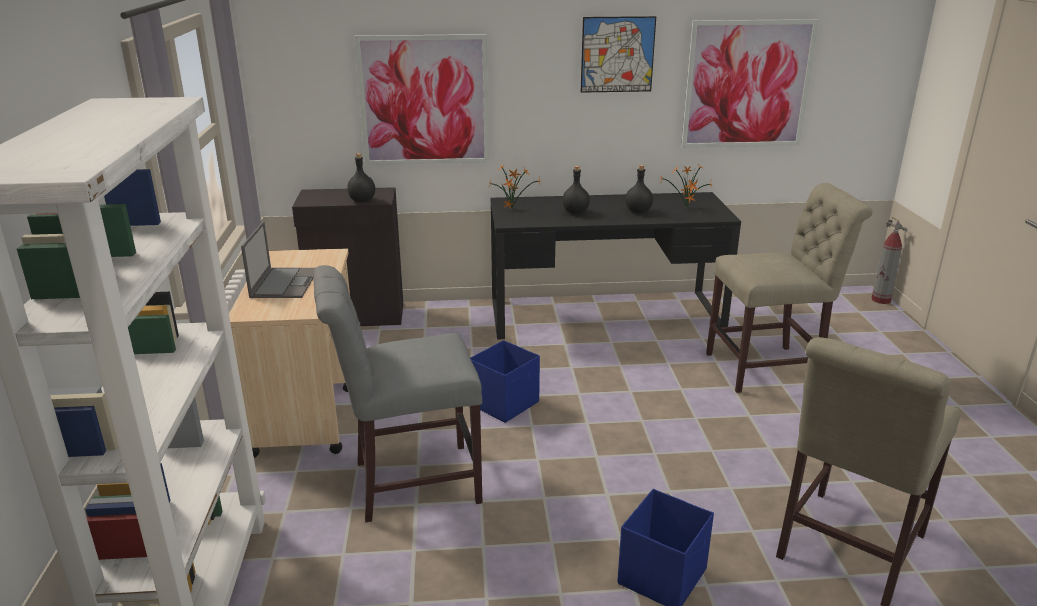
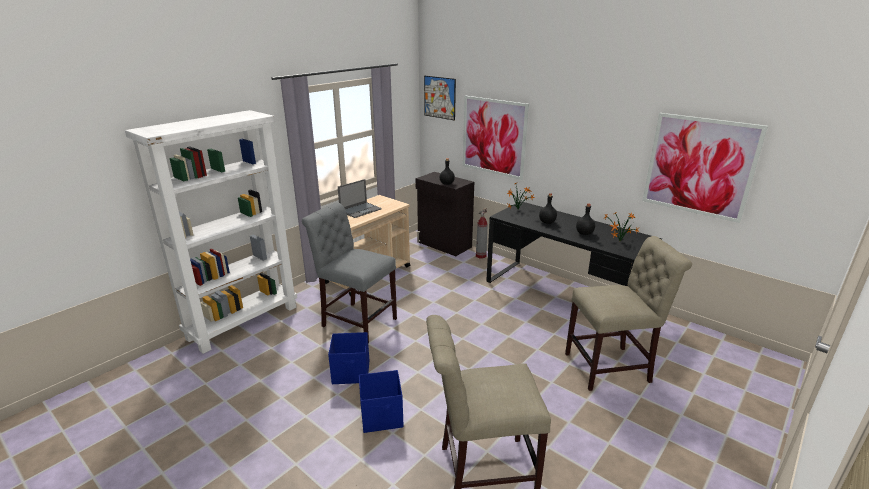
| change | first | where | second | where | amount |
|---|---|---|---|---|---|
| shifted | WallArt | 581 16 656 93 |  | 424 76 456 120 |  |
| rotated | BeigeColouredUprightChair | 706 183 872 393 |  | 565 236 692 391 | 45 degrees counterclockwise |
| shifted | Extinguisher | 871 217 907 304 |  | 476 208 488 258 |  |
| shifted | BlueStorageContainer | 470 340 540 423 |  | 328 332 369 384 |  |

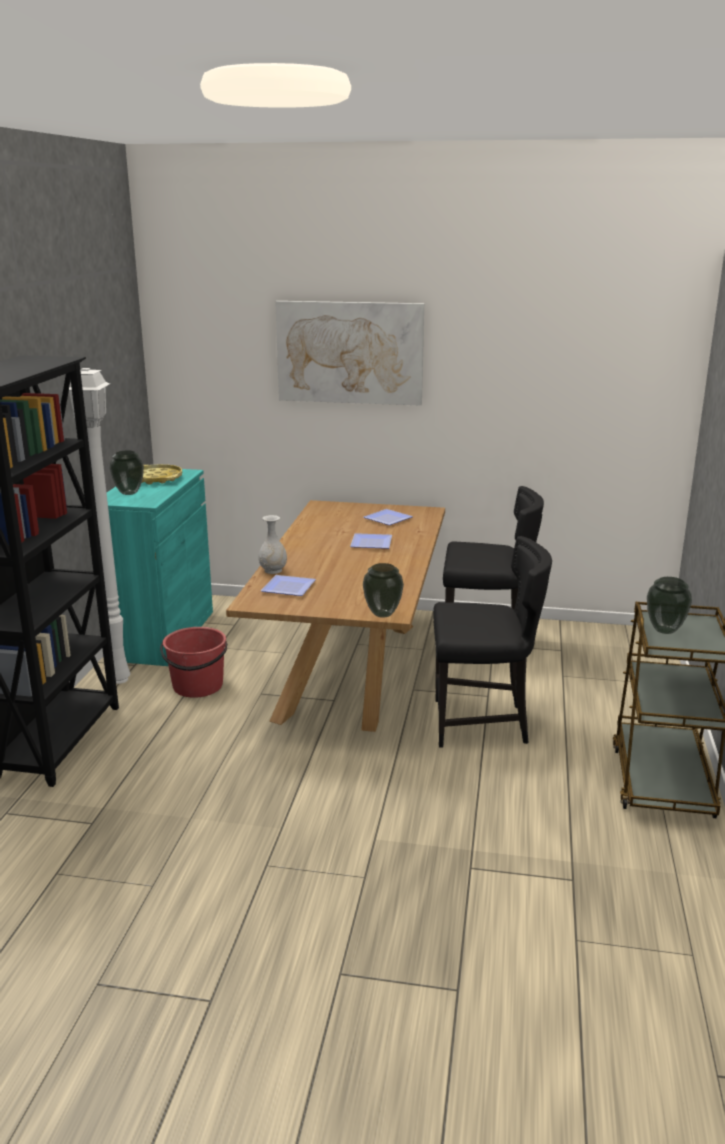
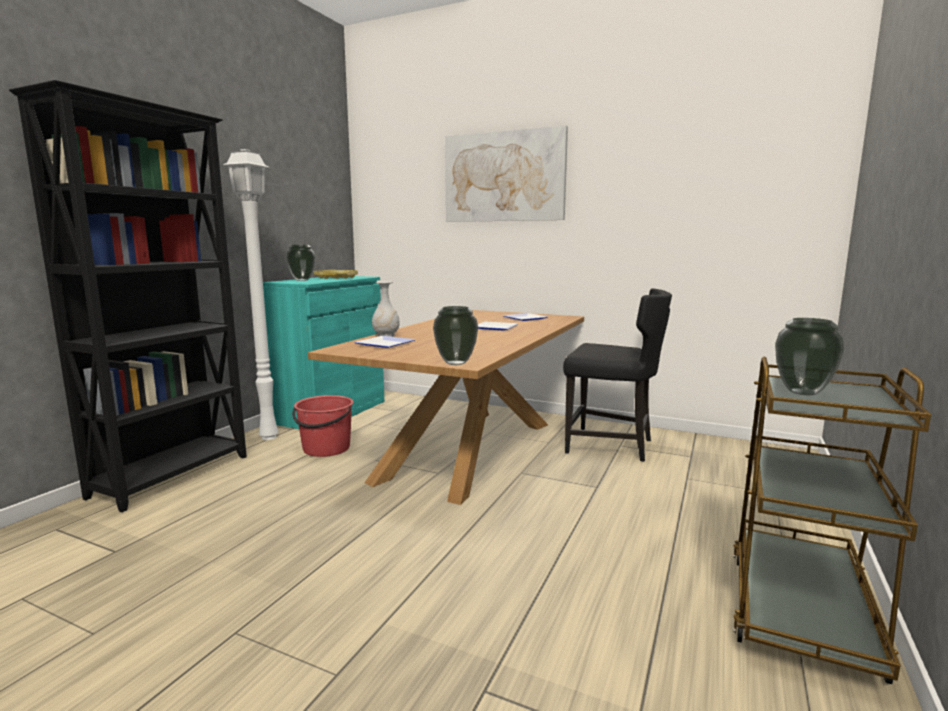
| change | first | where | second | where | amount |
|---|---|---|---|---|---|
| gone | BlackUprightChair | 433 536 552 748 |  |  |  |

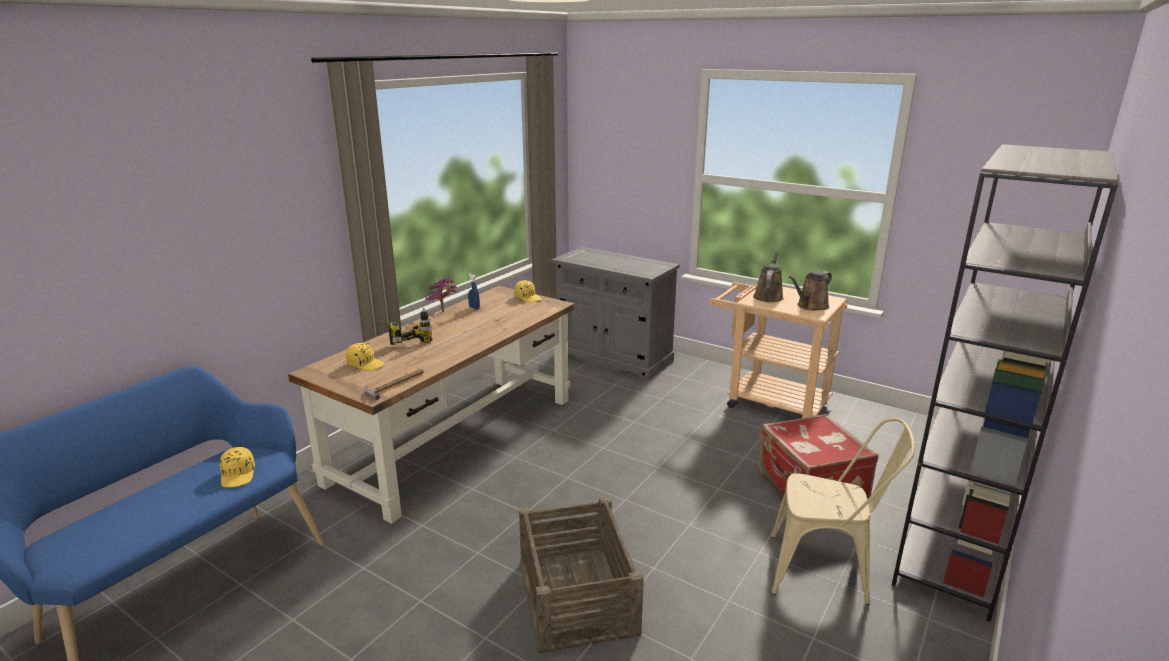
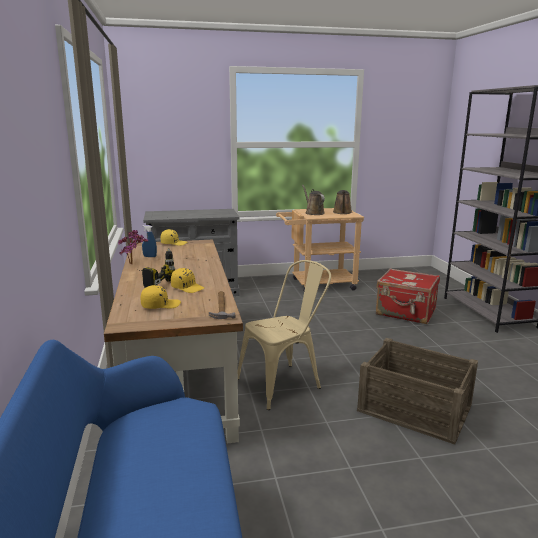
| change | first | where | second | where | amount |
|---|---|---|---|---|---|
| shifted | BeigeColouredUprightChair | 771 418 915 605 |  | 238 260 331 410 |  |
| shifted | YellowCap | 220 447 255 487 |  | 171 268 204 293 |  |

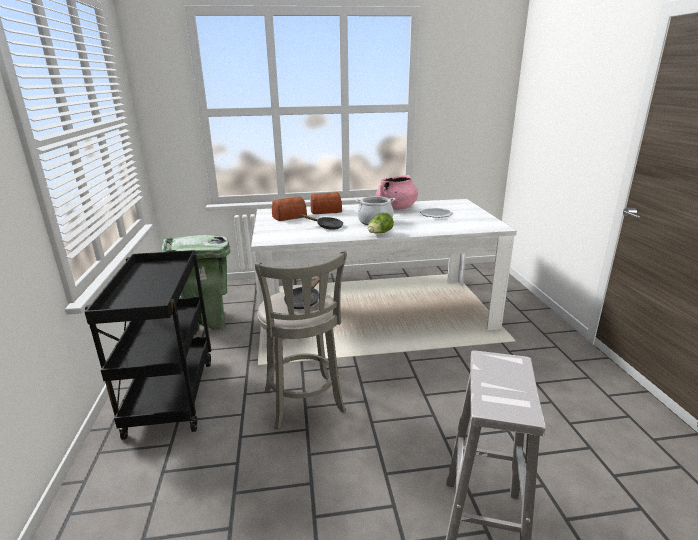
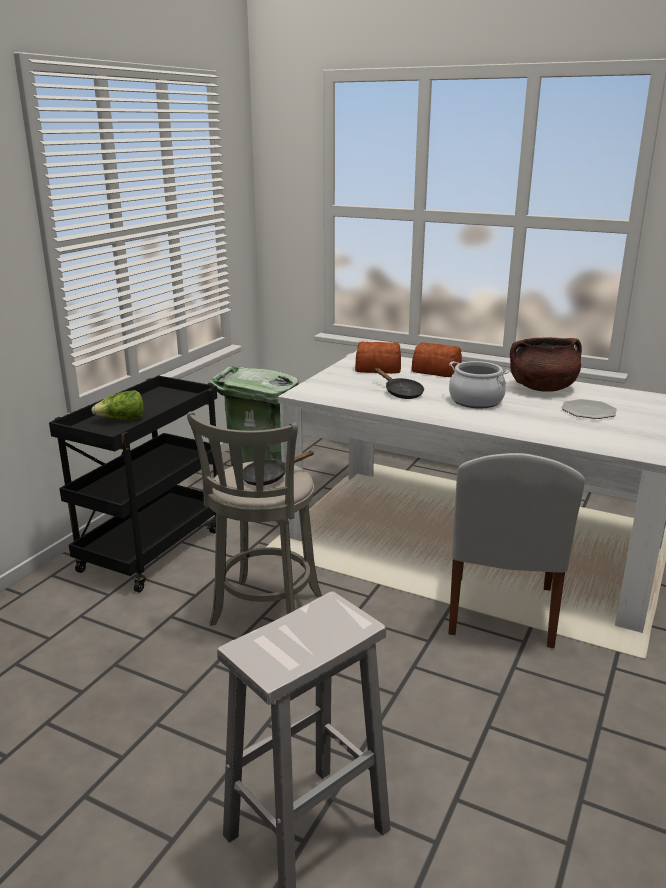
| change | first | where | second | where | amount |
|---|---|---|---|---|---|
| repainted | PinkColouredStockpot | 376 175 418 210 | BrownColouredStockpot | 510 337 582 392 |  |
| shifted | LettuceHead | 368 212 394 233 |  | 91 390 144 420 |  |
| new |  |  | WhiteColouredUprightChair | 449 453 585 648 |  |

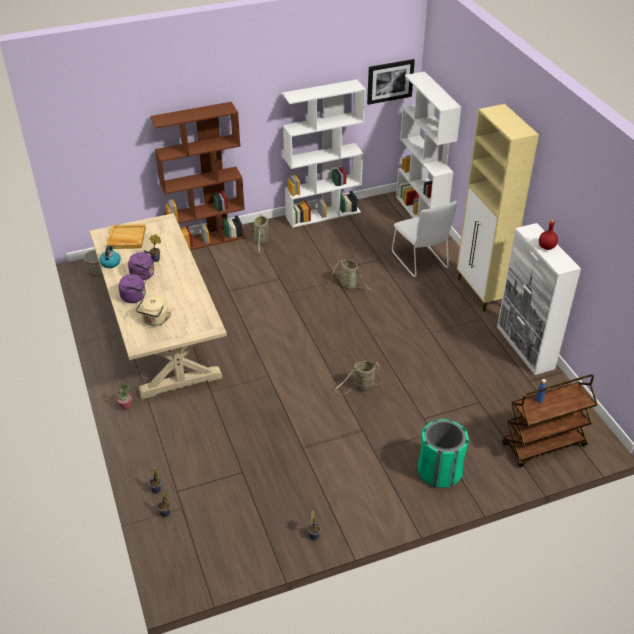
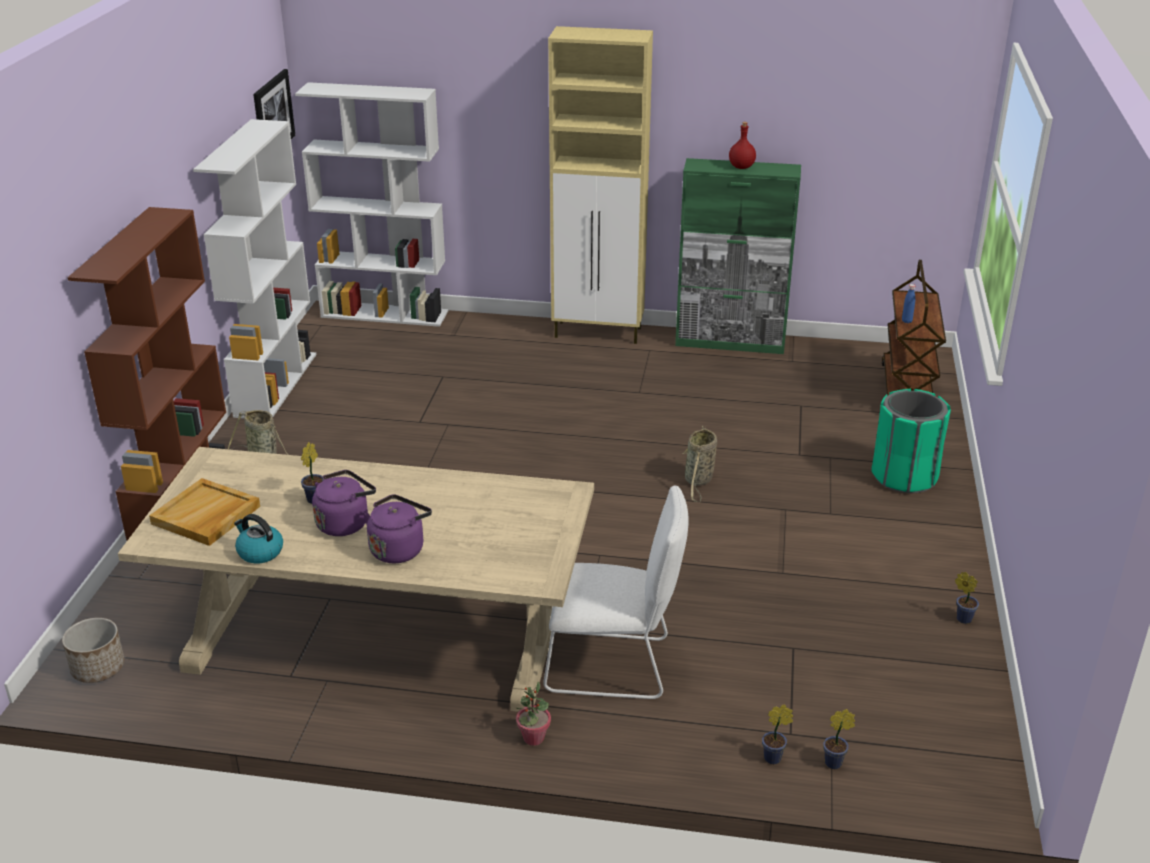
| change | first | where | second | where | amount |
|---|---|---|---|---|---|
| shifted | WhiteColouredUprightChair | 392 201 458 277 |  | 543 485 688 699 |  |
| repainted | WhiteColouredCabinet | 497 223 581 375 | GreenishCabinet | 675 158 801 354 |  |
| gone | HouseholdBasket | 330 260 372 290 |  |  |  |
| gone | BeigeColouredKettle | 136 296 172 326 |  |  |  |

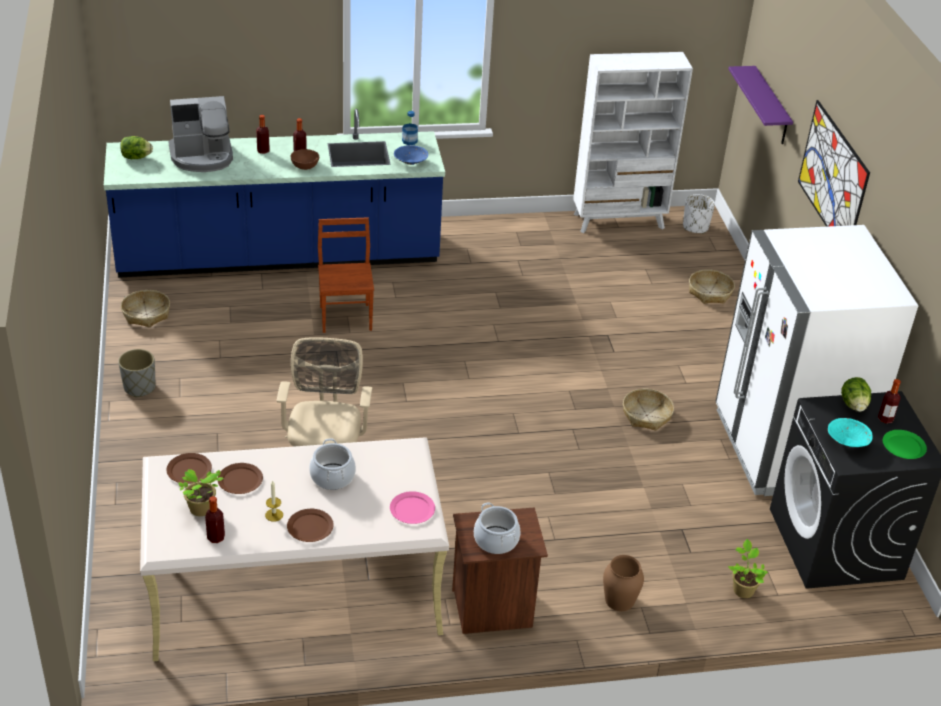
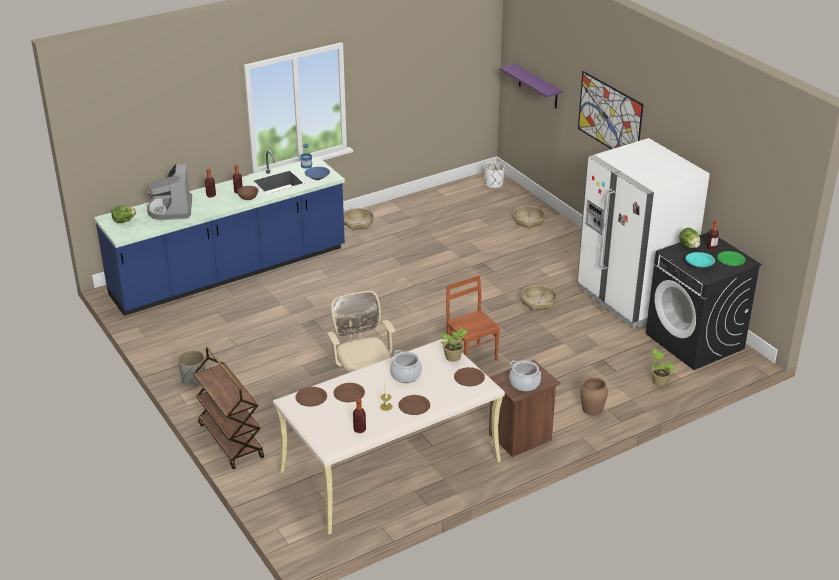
| change | first | where | second | where | amount |
|---|---|---|---|---|---|
| gone | WhiteColouredShelvingUnit | 573 52 693 233 |  |  |  |
| rotated | CoffeeMaker | 168 96 233 172 |  | 147 164 192 220 | 120 degrees clockwise |
| shifted | BrownColouredUprightChair | 318 218 374 333 |  | 446 275 500 361 |  |
| shifted | HouseholdBasket | 121 290 170 328 |  | 344 208 374 231 |  |
| shifted | PlantInAPot | 178 469 223 516 |  | 440 328 467 362 |  |
| repainted | PinkColouredDinnerPlate | 390 491 435 524 | BrownColouredDinnerPlate | 454 367 485 386 |  |
| new |  |  | BrownColouredWheeledCart | 193 347 264 469 |  |

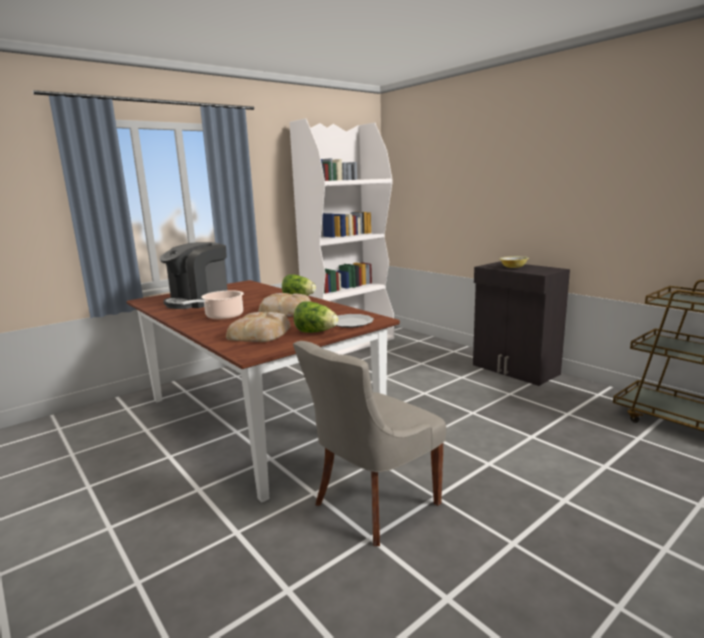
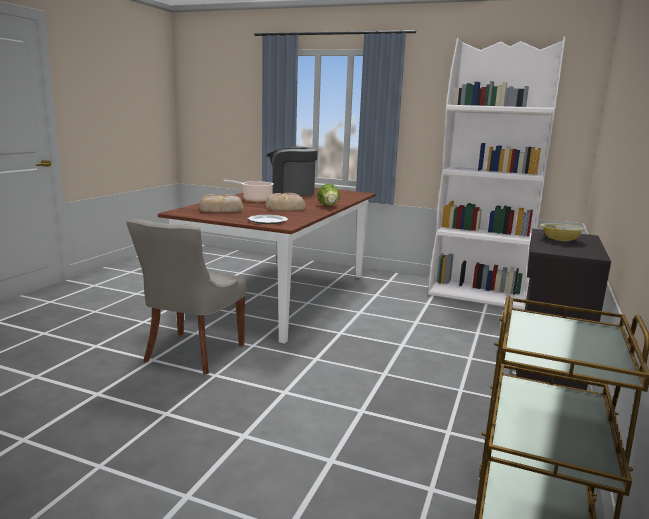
| change | first | where | second | where | amount |
|---|---|---|---|---|---|
| gone | LettuceHead | 294 301 338 333 |  |  |  |
| rotated | GreyUprightChair | 293 341 446 546 |  | 126 219 247 374 | 90 degrees counterclockwise |

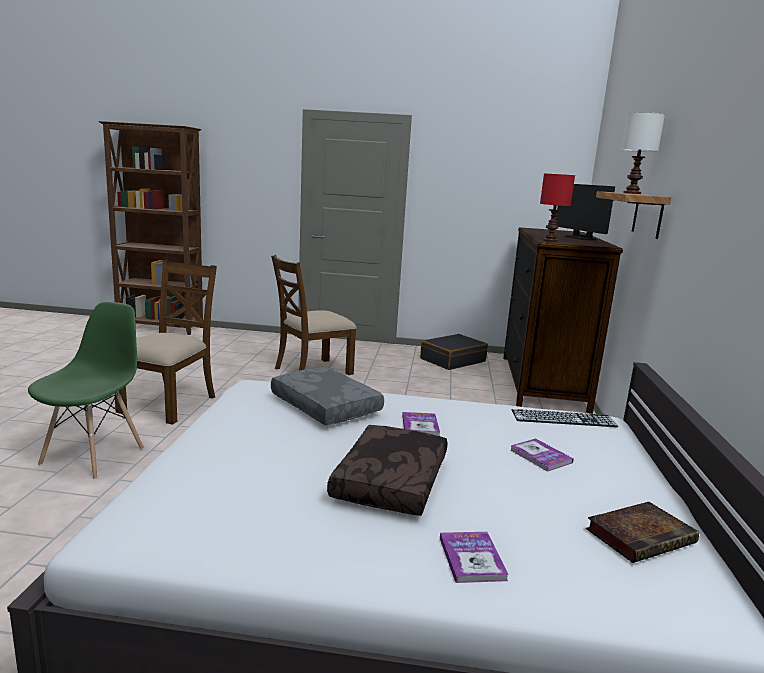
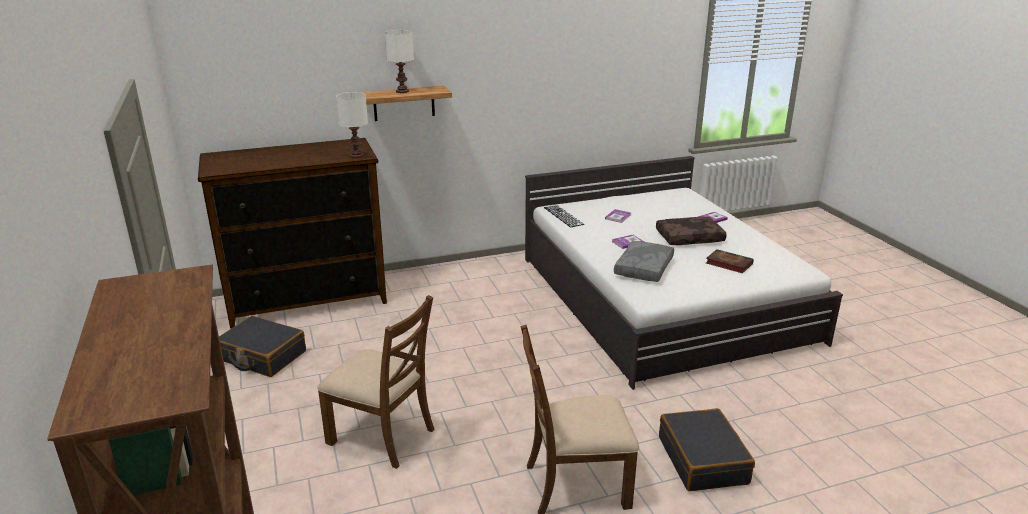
| change | first | where | second | where | amount |
|---|---|---|---|---|---|
| repainted | RedTableLamp | 540 174 575 242 | WhiteColouredTableLamp | 336 92 368 158 |  |
| gone | Monitor | 556 184 615 240 |  |  |  |
| swapped | GreenishUprightChair | 28 302 144 479 | BlackPieceOfLuggage | 659 408 755 491 |  |
| shifted | Volume | 586 502 699 563 |  | 706 249 754 273 |  |

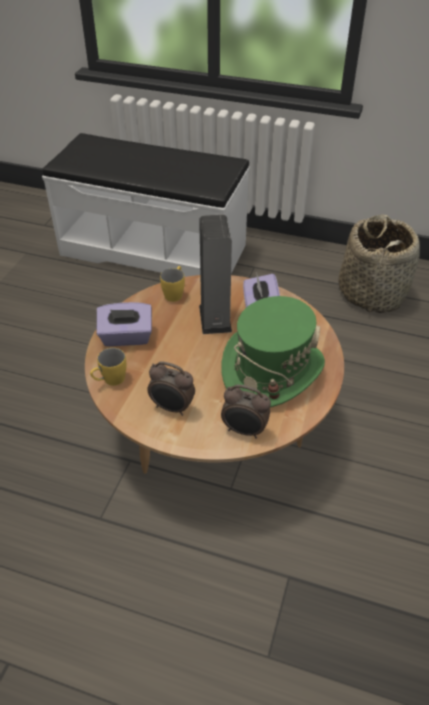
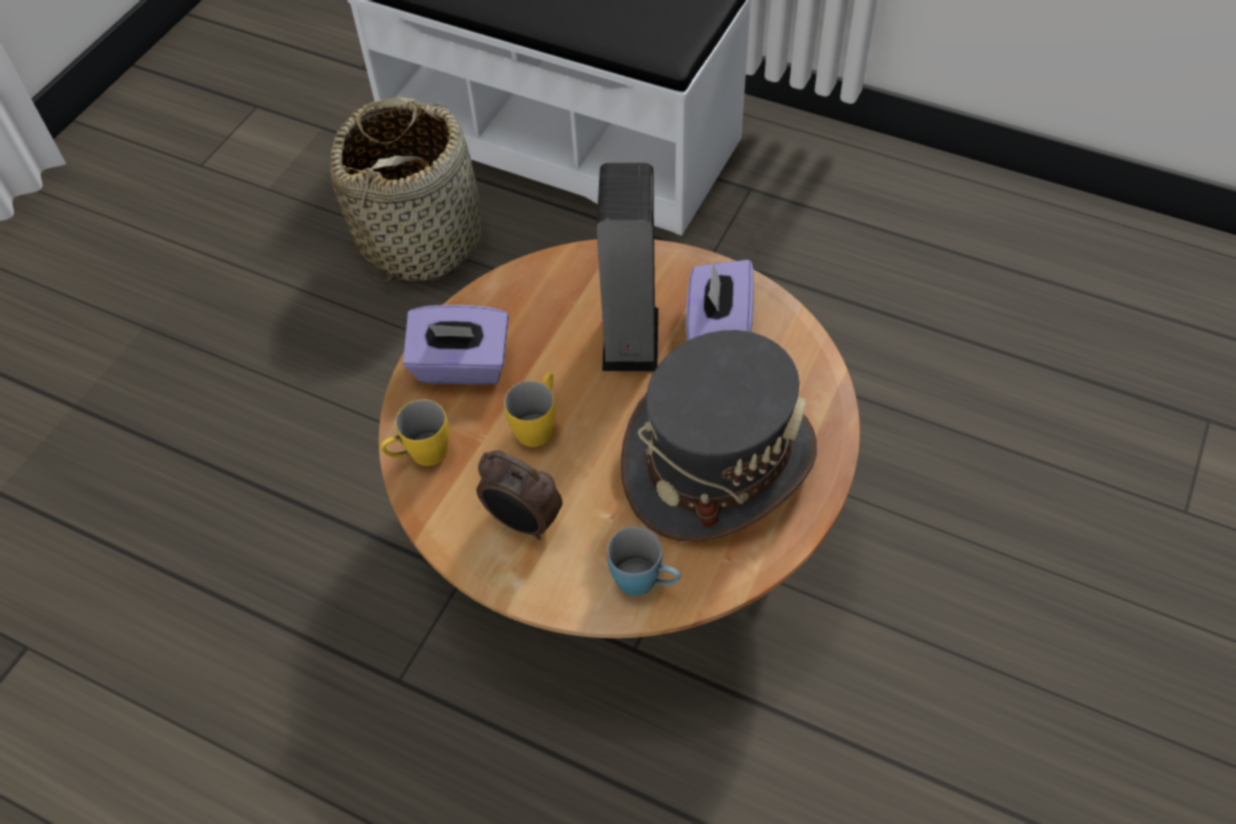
| change | first | where | second | where | amount |
|---|---|---|---|---|---|
| shifted | HouseholdBasket | 338 214 420 313 |  | 330 97 482 283 |  |
| shifted | YellowCoffeeMug | 160 266 185 302 |  | 504 373 556 447 |  |
| repainted | GreenishClothingHat | 221 296 325 407 | GreyClothingHat | 621 330 817 542 |  |
| swapped | AlarmClock | 221 385 271 439 | BlueCoffeeMug | 607 527 681 596 |  |

